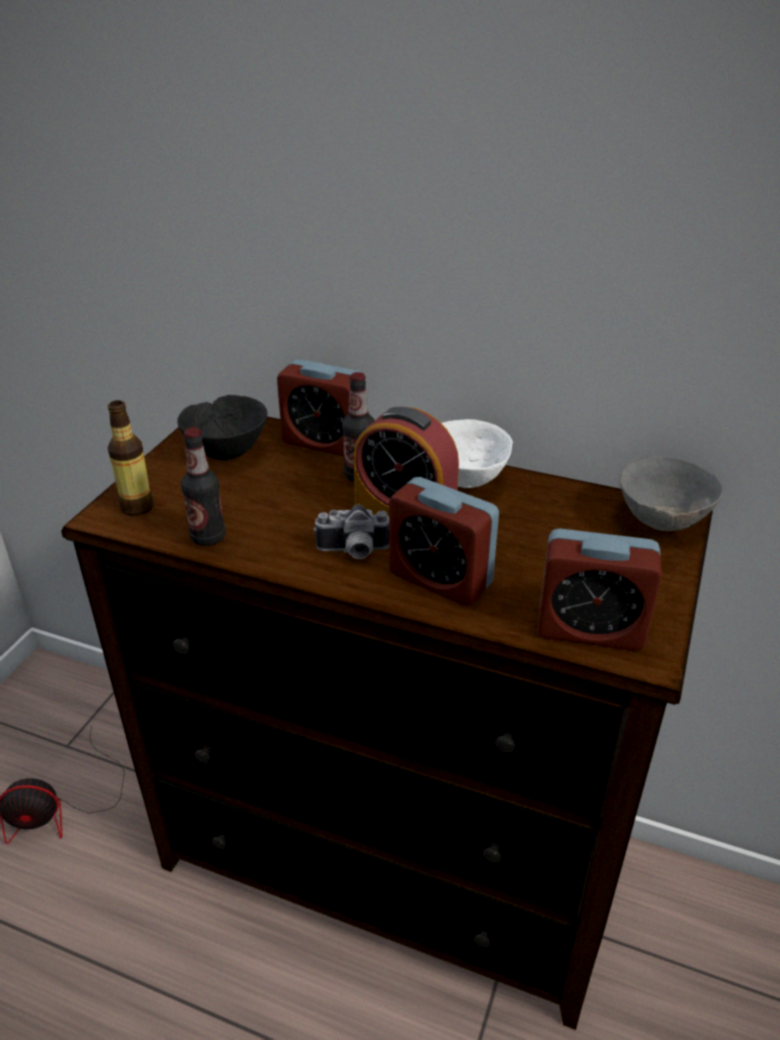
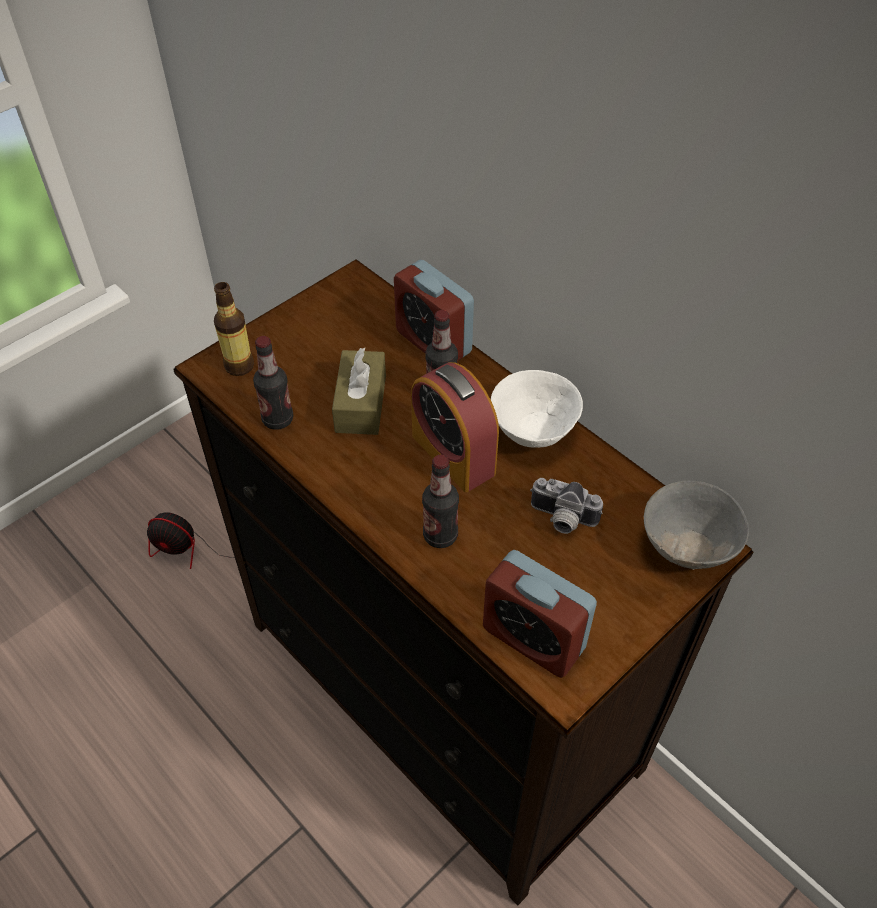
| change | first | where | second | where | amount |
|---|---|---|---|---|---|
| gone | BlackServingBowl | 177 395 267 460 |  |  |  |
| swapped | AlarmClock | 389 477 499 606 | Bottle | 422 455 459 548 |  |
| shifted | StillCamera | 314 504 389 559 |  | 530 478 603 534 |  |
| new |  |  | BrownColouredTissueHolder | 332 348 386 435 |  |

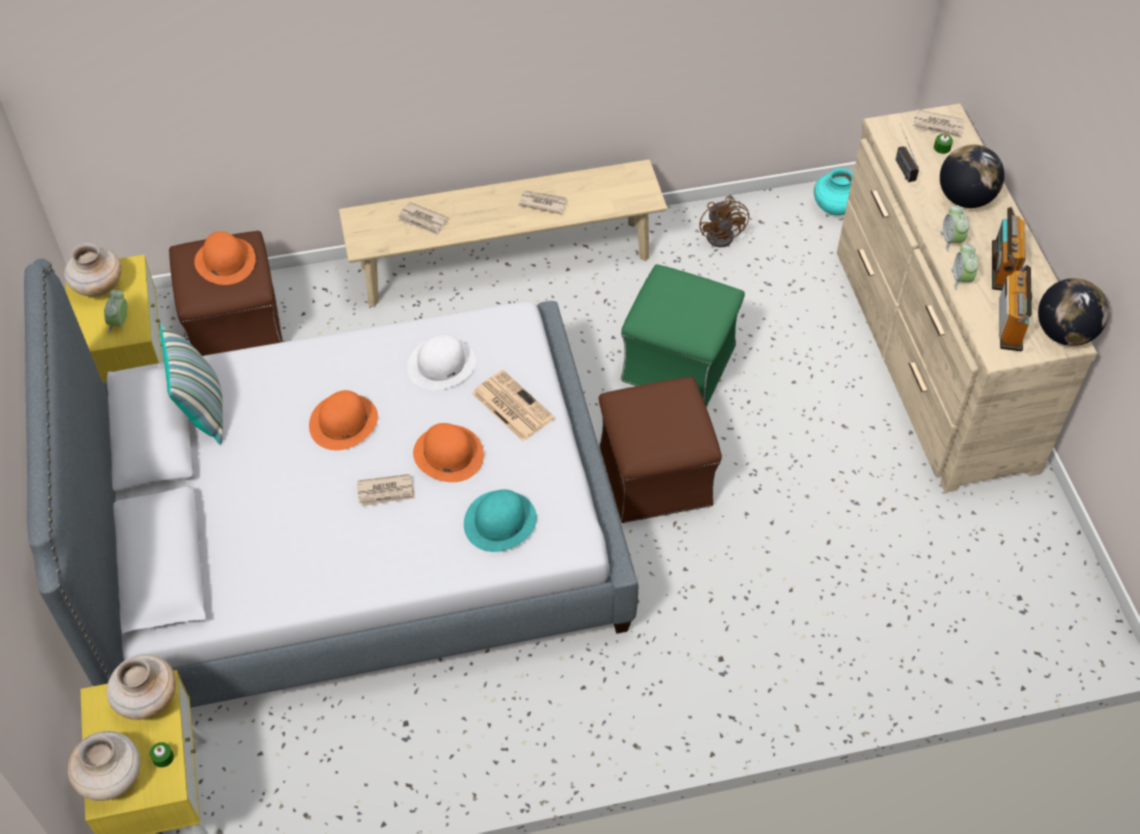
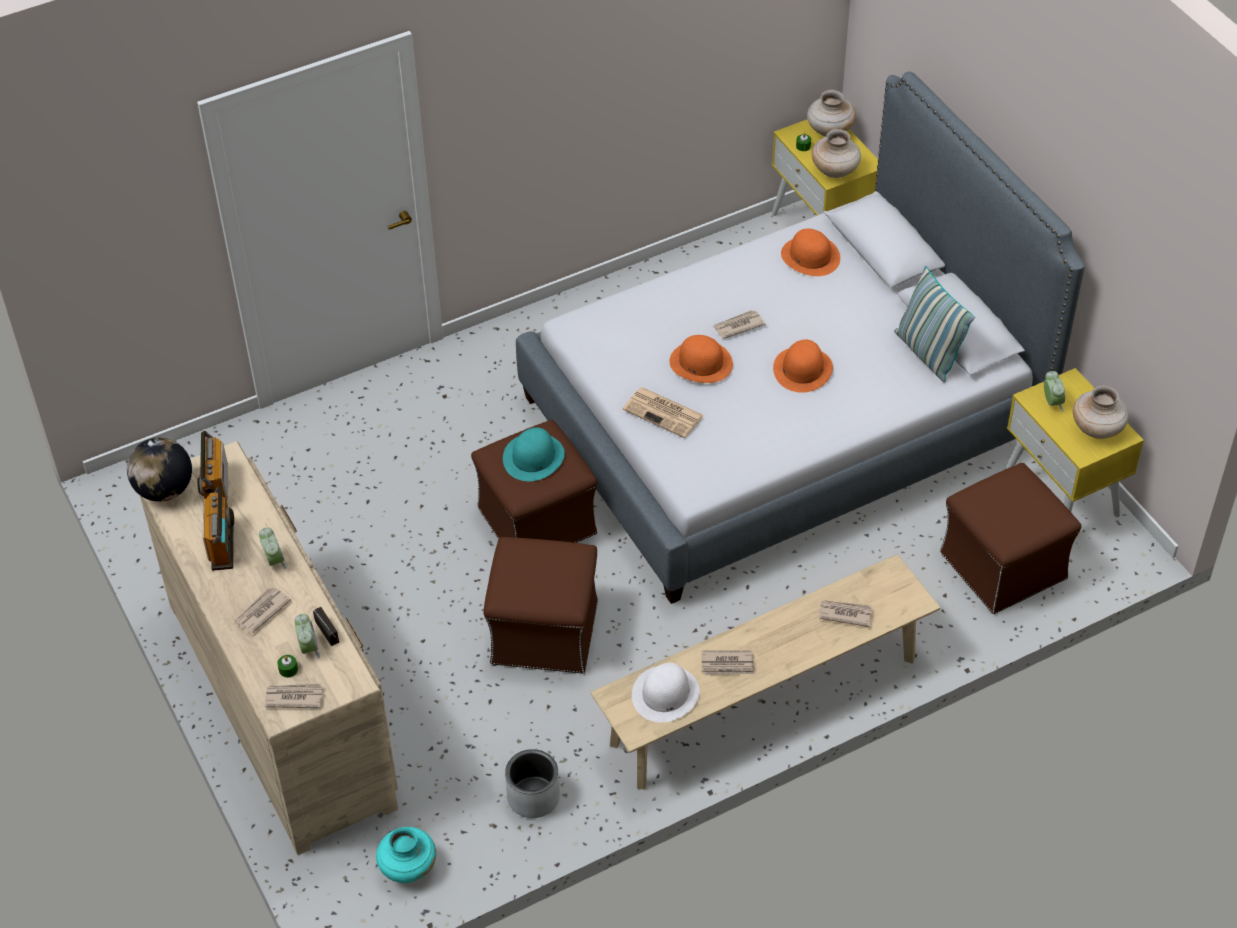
| change | first | where | second | where | amount |
|---|---|---|---|---|---|
| swapped | WorldGlobe | 940 145 1004 208 | Newspaper | 233 587 291 633 |  |
| swapped | BrownColouredFan | 699 194 749 247 | GreyPlanter | 505 749 560 818 |  |
| shifted | OrangeyClothingHat | 194 231 256 285 |  | 781 229 840 276 |  |
| shifted | AlarmClock | 951 244 978 290 |  | 295 614 320 659 |  |
| repainted | GreenishPouffe | 620 264 745 407 | BrownColouredPouffe | 483 537 598 673 |  |
| shifted | WhiteColouredClothingHat | 407 334 476 390 |  | 632 663 700 722 |  |
| shifted | BlueGreenClothingHat | 464 489 537 552 |  | 503 427 565 481 |  |

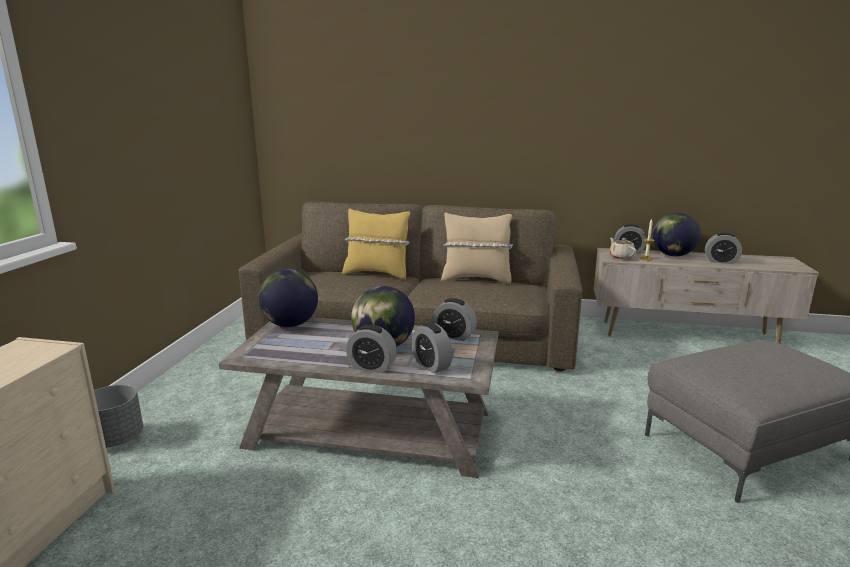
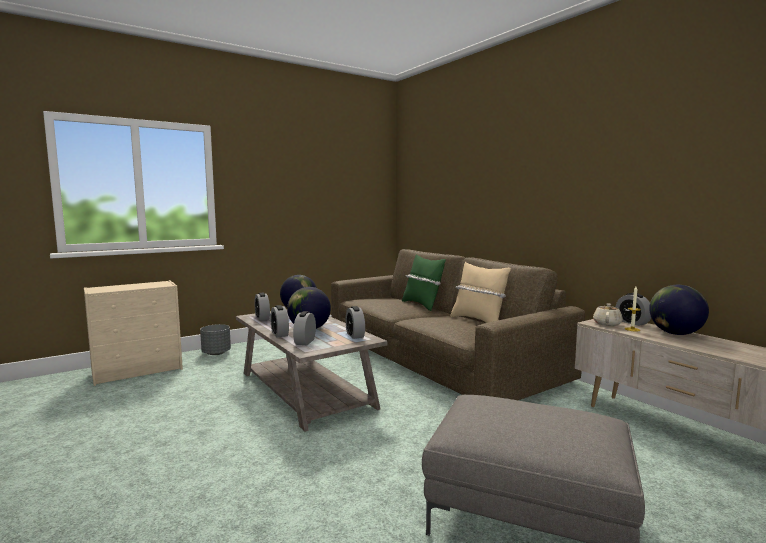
| change | first | where | second | where | amount |
|---|---|---|---|---|---|
| repainted | YellowThrowPillow | 342 208 410 279 | GreenishThrowPillow | 402 254 446 311 |  |
| shifted | AlarmClock | 705 232 742 264 |  | 255 293 270 321 |  |

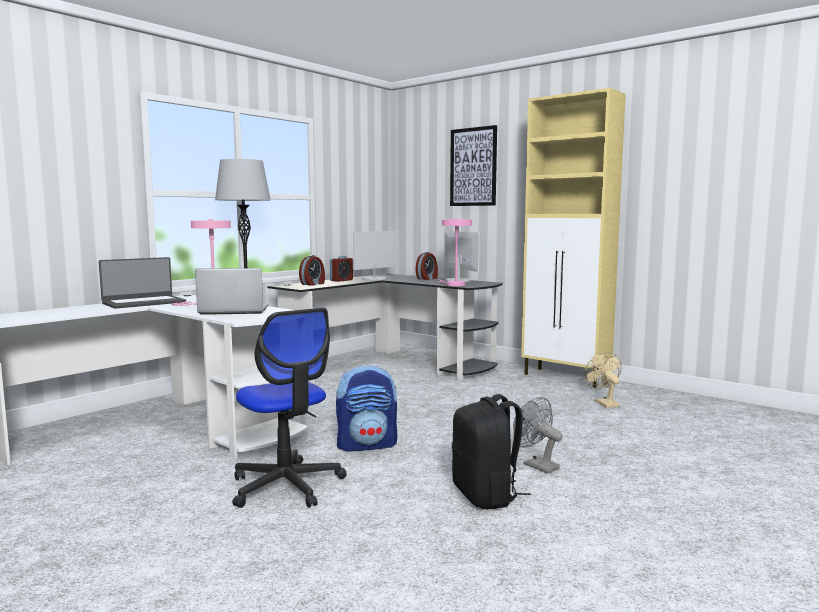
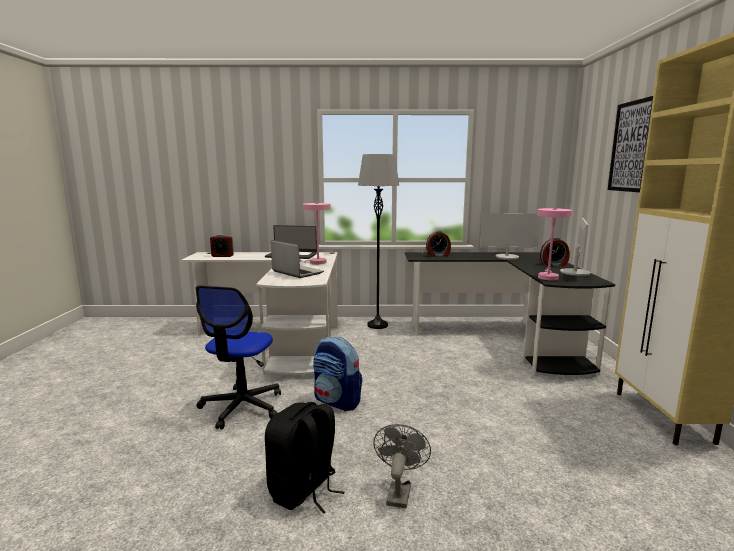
| change | first | where | second | where | amount |
|---|---|---|---|---|---|
| shifted | AlarmClock | 330 256 353 282 |  | 210 234 234 257 |  |
| gone | BeigeColouredFan | 584 352 622 408 |  |  |  |

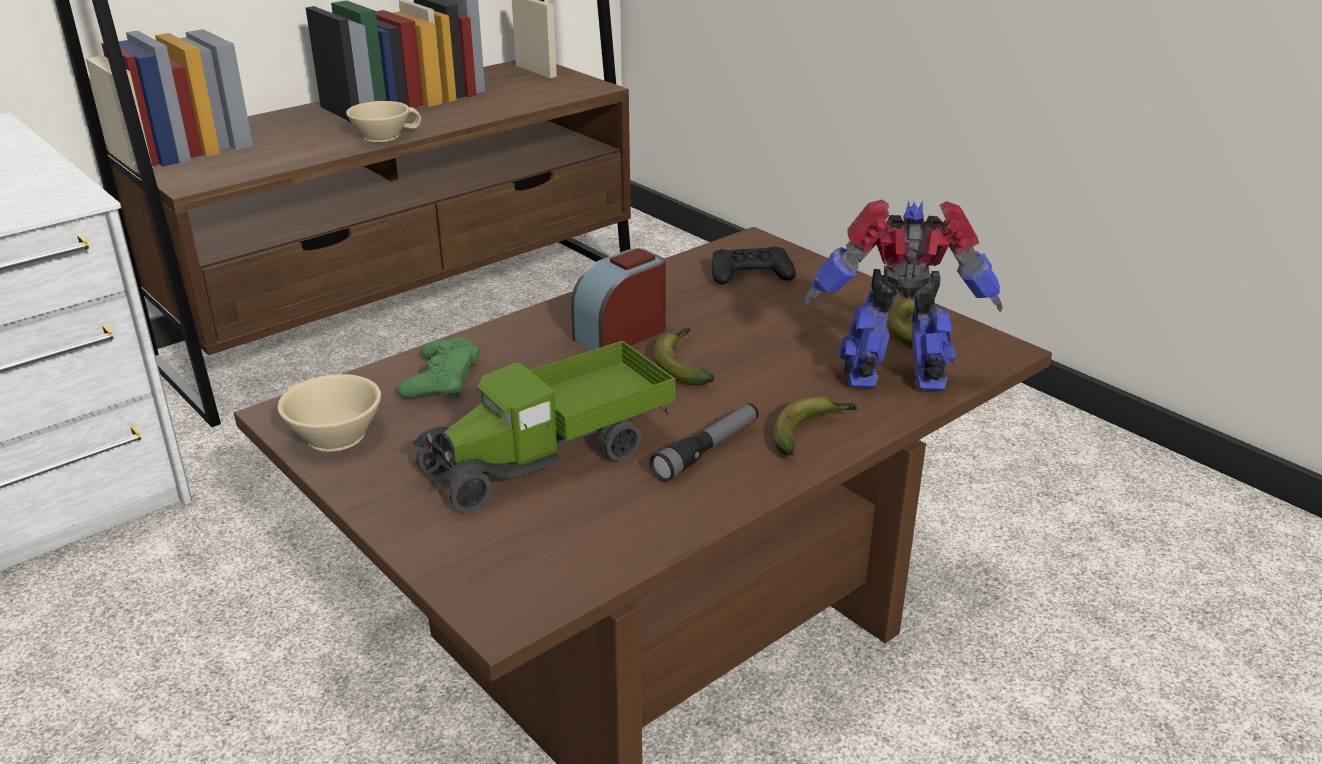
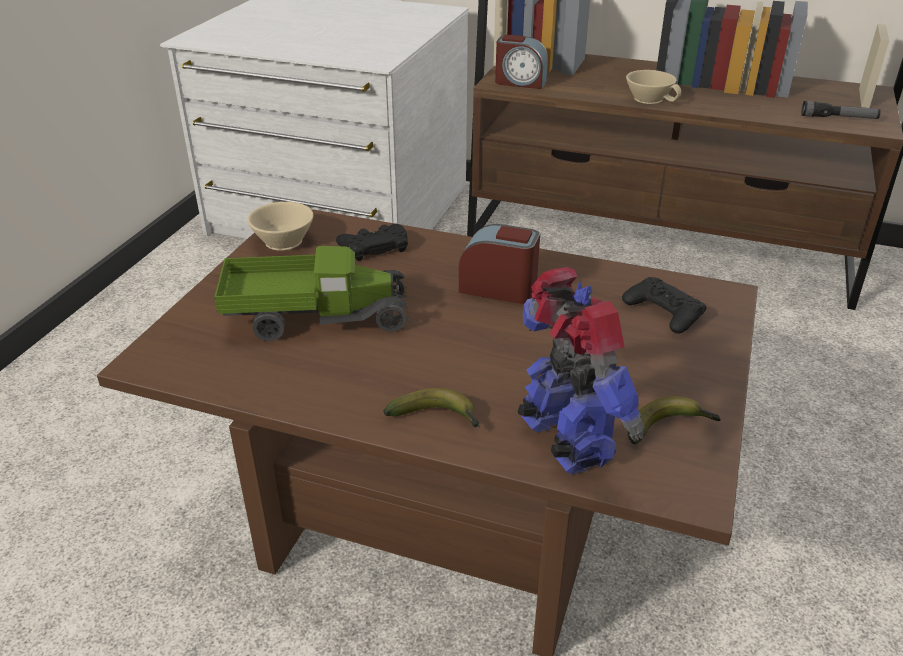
| change | first | where | second | where | amount |
|---|---|---|---|---|---|
| gone | Banana | 653 328 714 385 |  |  |  |
| repainted | GreenishGameController | 397 337 480 398 | BlackGameController | 336 224 408 261 |  |
| rotated | ToyTruck | 413 340 676 512 |  | 214 246 409 341 | 150 degrees clockwise |
| shifted | HandTorch | 649 403 759 482 |  | 801 101 881 119 |  |
| new |  |  | AlarmClock | 495 35 548 89 |  |

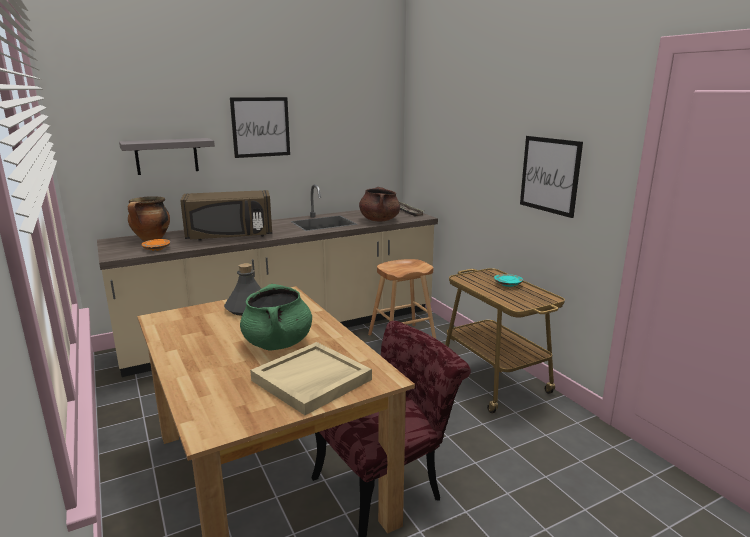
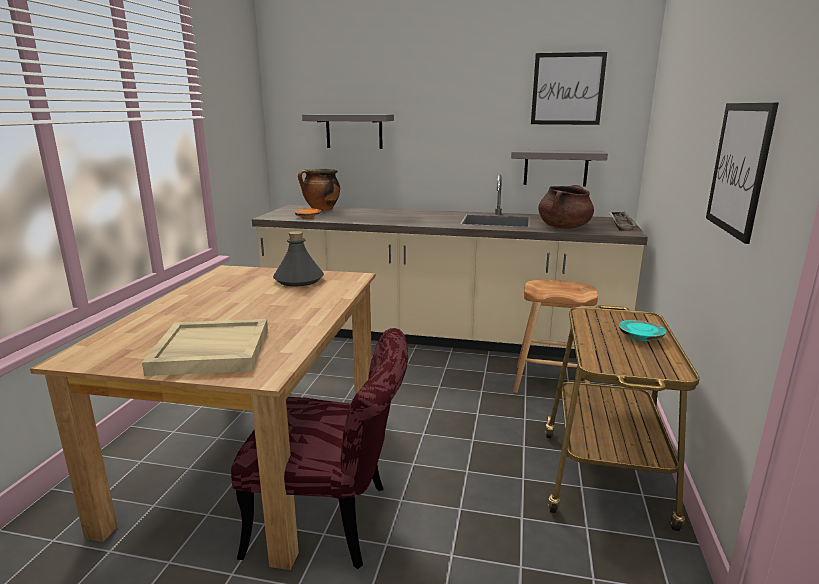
| change | first | where | second | where | amount |
|---|---|---|---|---|---|
| shifted | WallArt | 230 97 290 158 |  | 531 52 607 125 |  |
| gone | BrownColouredMicrowave | 180 190 272 241 |  |  |  |
| gone | GreenishStockpot | 240 284 312 351 |  |  |  |
| new |  |  | GreyShelf | 511 149 608 186 |  |

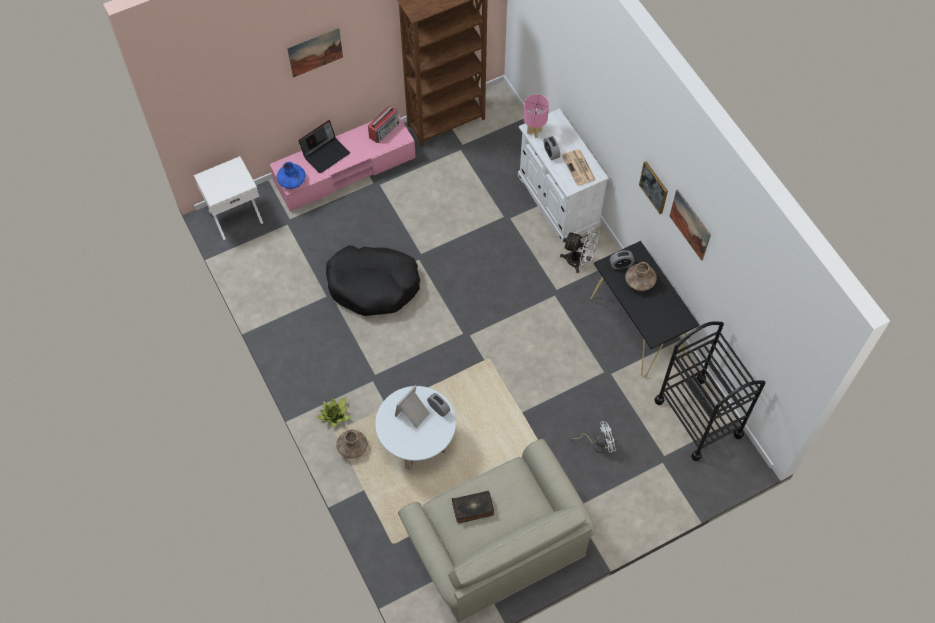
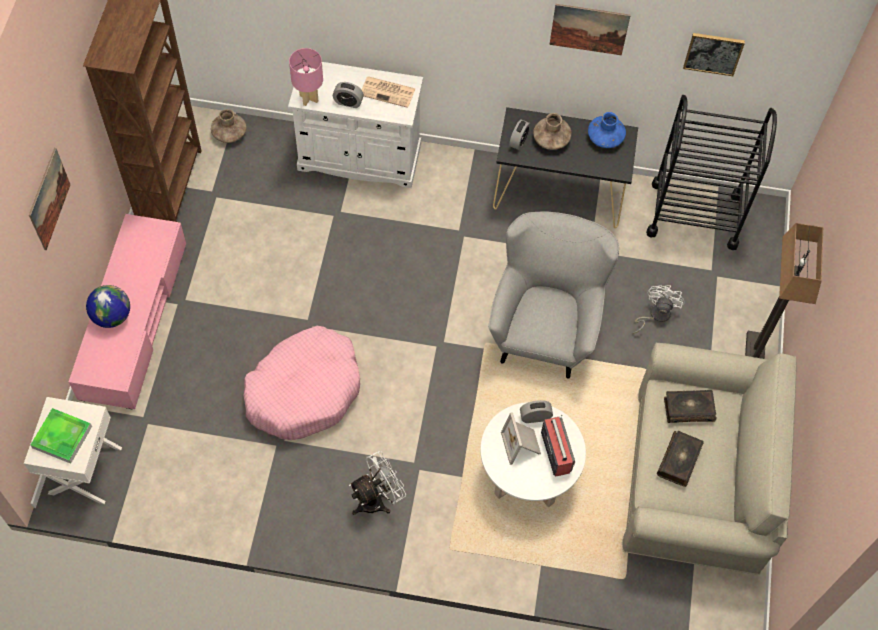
| change | first | where | second | where | amount |
|---|---|---|---|---|---|
| shifted | RadioReceiver | 368 106 399 143 |  | 541 415 575 477 |  |
| swapped | PortableComputer | 298 120 350 173 | WorldGlobe | 86 285 130 328 |  |
| shifted | WallArt | 639 161 668 214 |  | 683 33 745 76 |  |
| shifted | BlueFlowerVase | 277 162 305 189 |  | 588 112 626 148 |  |
| shifted | WhiteColouredFan | 560 227 600 273 |  | 349 451 406 515 |  |
| repainted | BlackDogBed | 326 245 420 316 | PinkColouredDogBed | 244 326 360 440 |  |
| gone | PlantInAPot | 317 396 351 427 |  |  |  |
| shifted | BrownColouredFlowerVase | 336 429 368 459 |  | 211 109 246 143 |  |
| new |  |  | GreyEasyChair | 488 211 619 379 |  |
| new |  |  | StandingLamp | 745 223 823 359 |  |
| new |  |  | Volume | 664 390 717 423 |  |
| new |  |  | Tray | 31 408 92 464 |  |

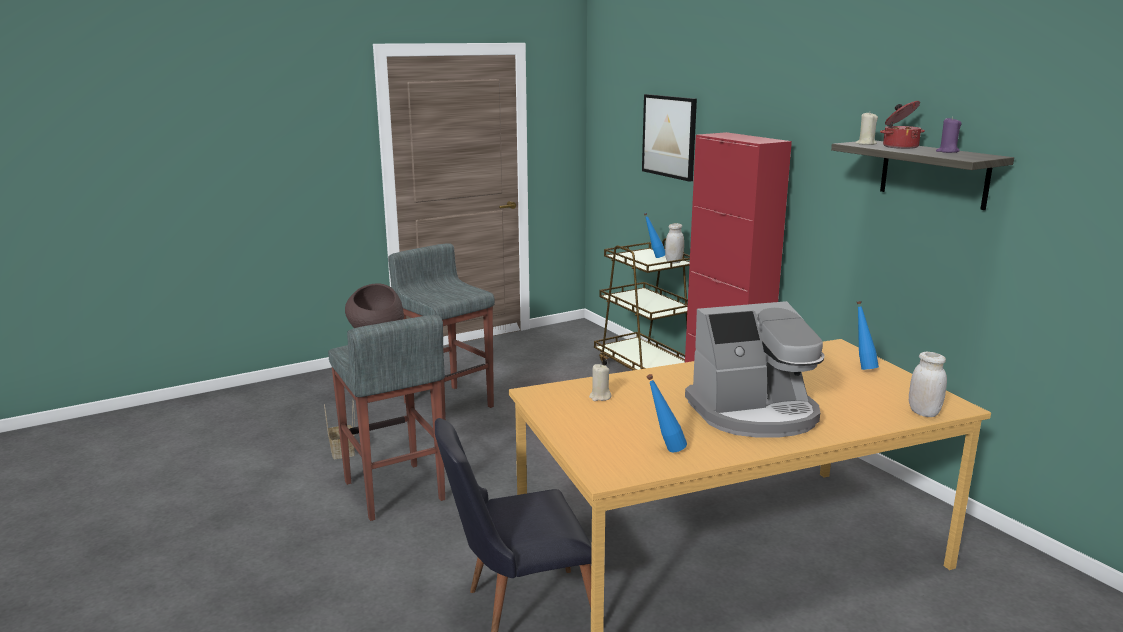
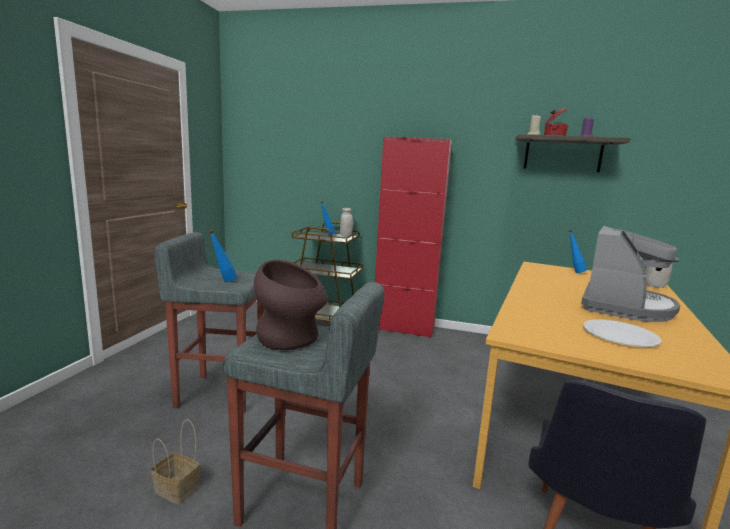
| change | first | where | second | where | amount |
|---|---|---|---|---|---|
| gone | WallArt | 642 94 697 182 |  |  |  |
| gone | BeigeColouredWaxLight | 589 364 611 401 |  |  |  |
| shifted | BlueBottle | 647 374 687 452 |  | 209 230 237 282 |  |
| new |  |  | WhiteColouredDinnerPlate | 583 319 662 347 |  |

